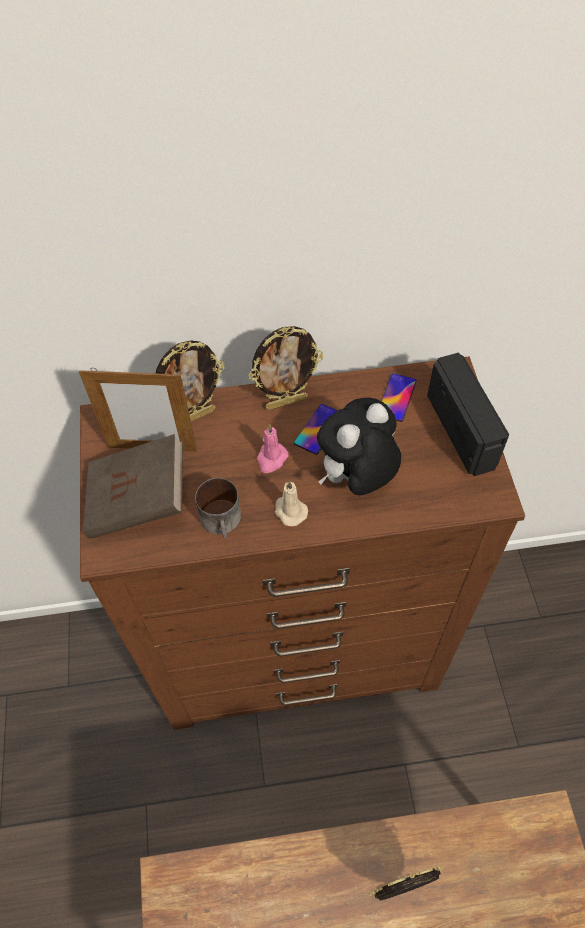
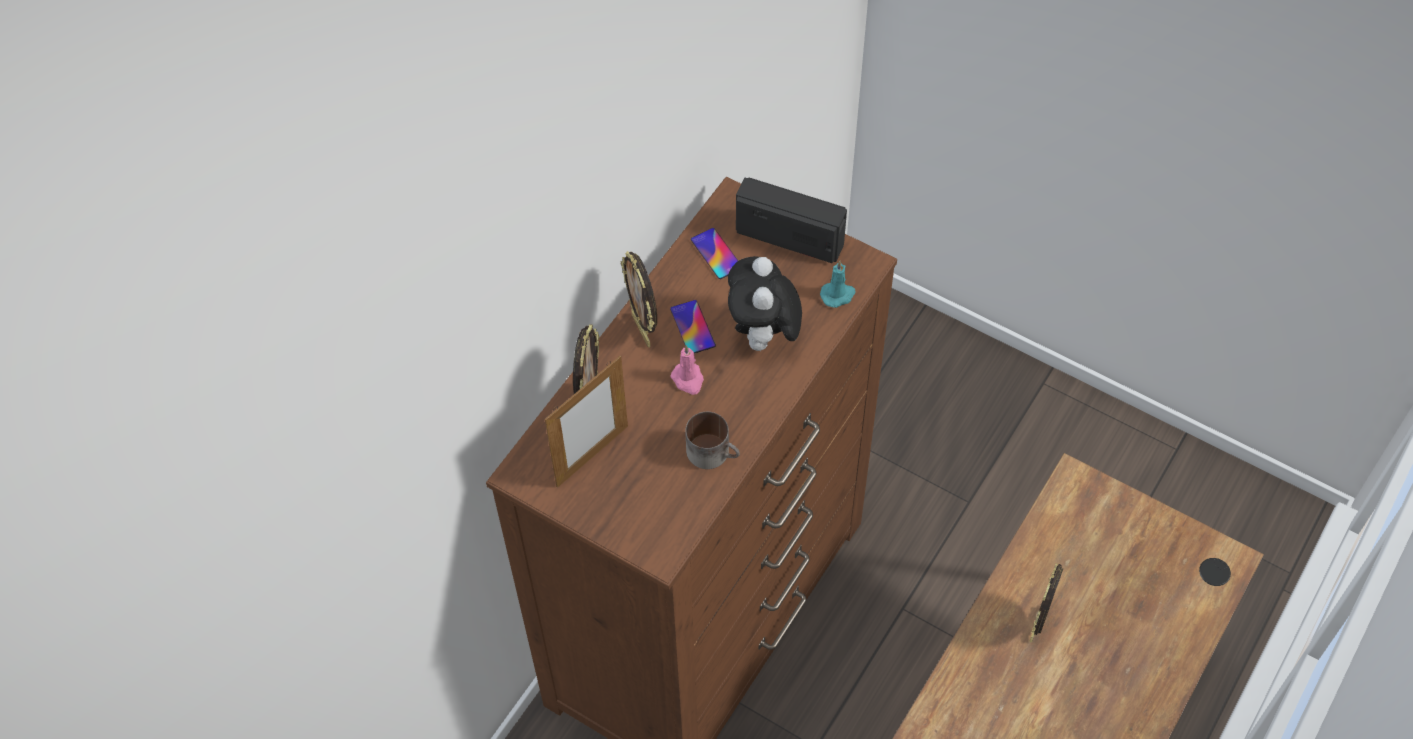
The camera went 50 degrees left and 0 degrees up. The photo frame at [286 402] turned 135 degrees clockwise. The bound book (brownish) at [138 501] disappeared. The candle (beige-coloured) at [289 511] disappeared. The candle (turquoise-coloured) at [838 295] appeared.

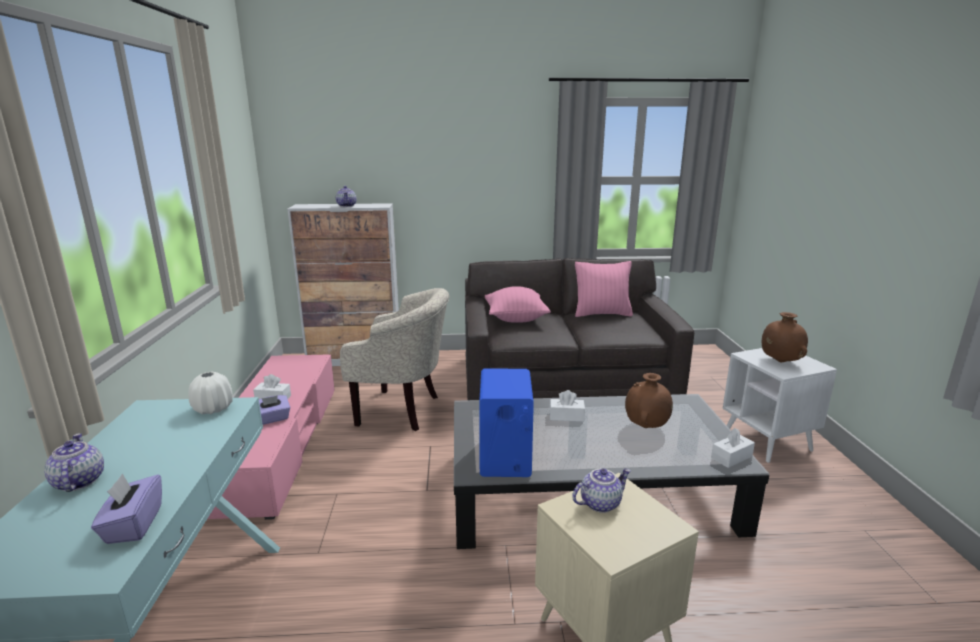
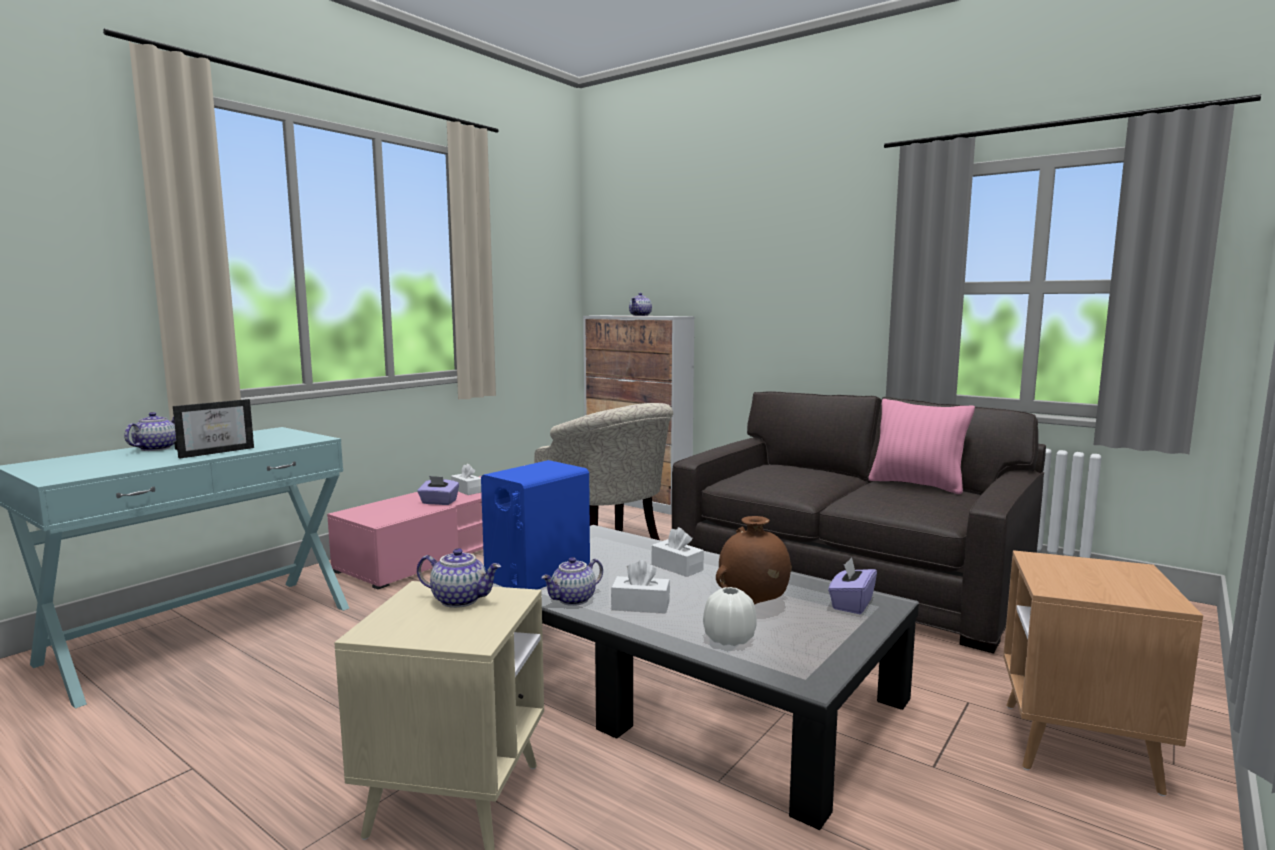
The camera went 40 degrees right and 10 degrees down. The throw pillow (pinkish) at [515 319] disappeared. The vase (brownish) at [779 362] disappeared. The end table (white-coloured) at [767 441] became the end table (brownish) at [1078 746]. The vase (white-coloured) moved from [213 408] to [729 639]. The tissue box (white-coloured) moved from [731 457] to [640 605]. The tissue box (purplish) moved from [133 525] to [851 604]. The photo frame at [216 451] appeared. The teapot at [573 600] appeared.

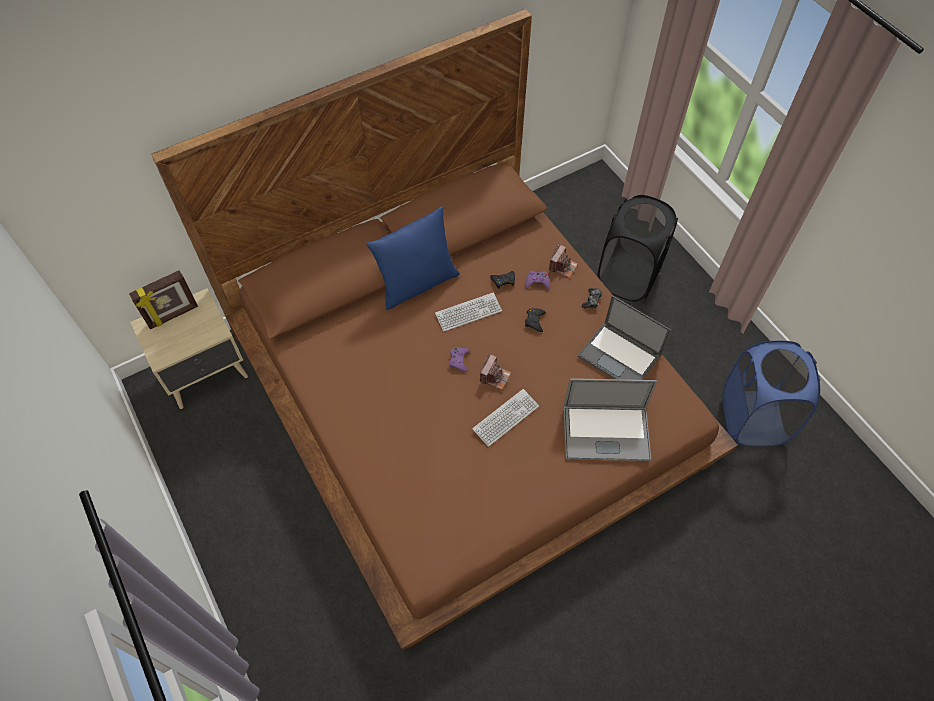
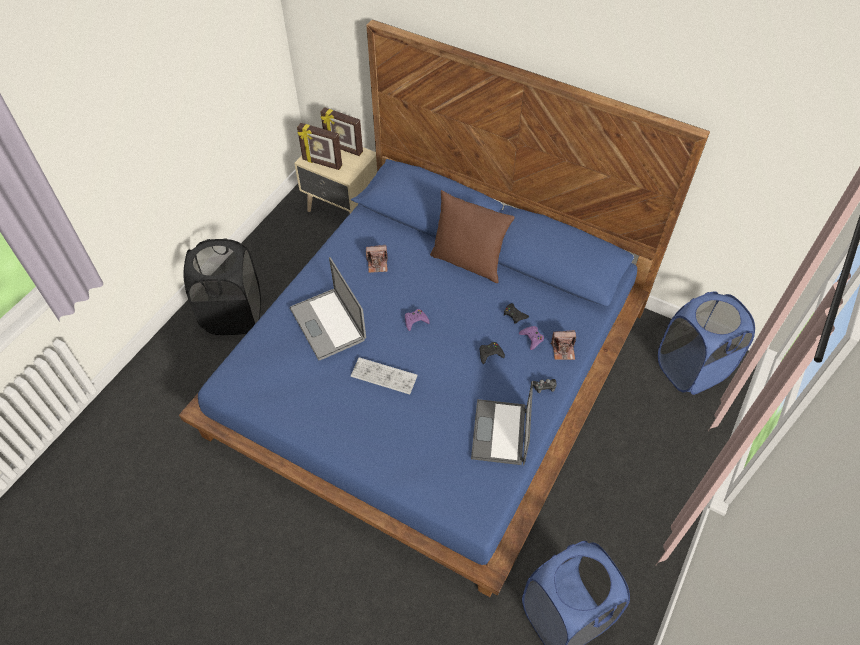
The camera went 60 degrees right and 5 degrees down. The bed (brownish) at [466 396] became the bed (blue) at [430 371]. The laundry basket (black-coloured) moved from [628 277] to [233 315]. The throw pillow (blue) at [417 284] became the throw pillow (brownish) at [468 262]. The PC keyboard at [468 312] disappeared. The photo camera moved from [495 376] to [377 264]. The laptop moved from [606 433] to [327 324]. The photo frame at [322 163] appeared. The laundry basket (blue) at [691 369] appeared.

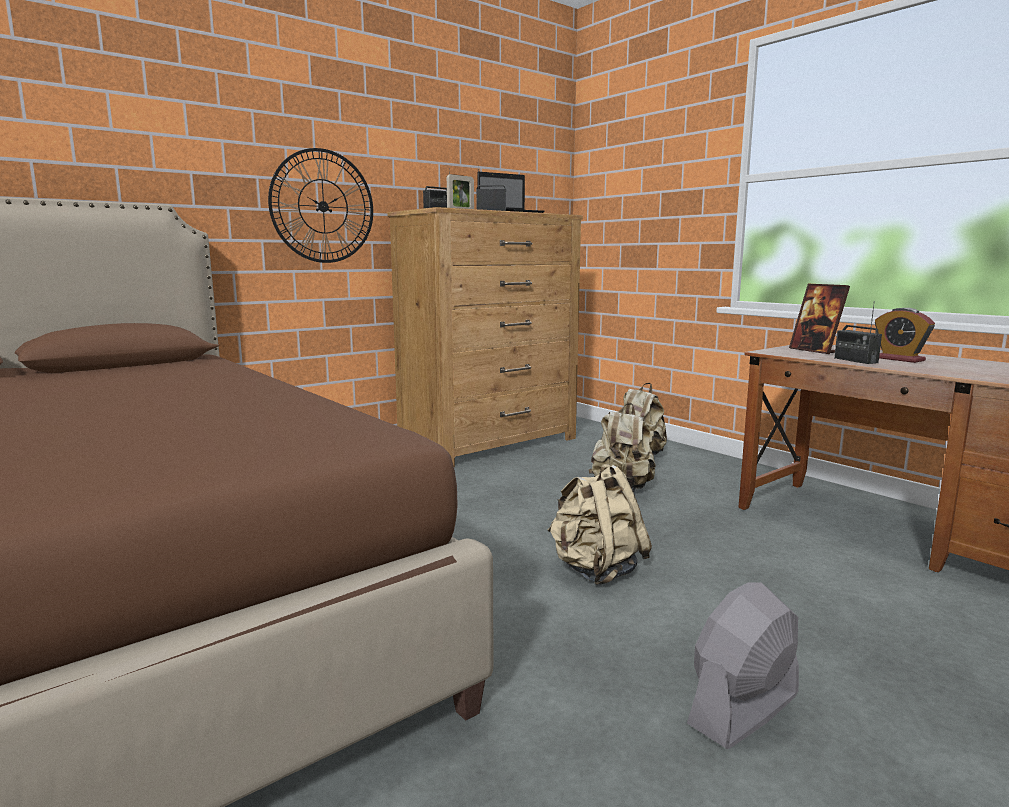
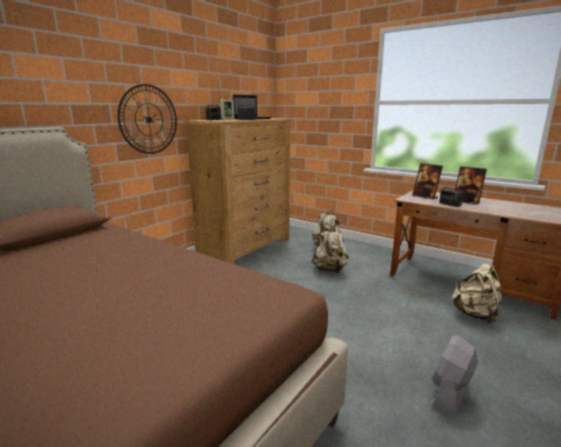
The camera went 15 degrees left and 5 degrees up. The alarm clock at [899 359] was replaced by the photo frame at [466 202]. The knapsack (beige-coloured) moved from [596 571] to [475 315].

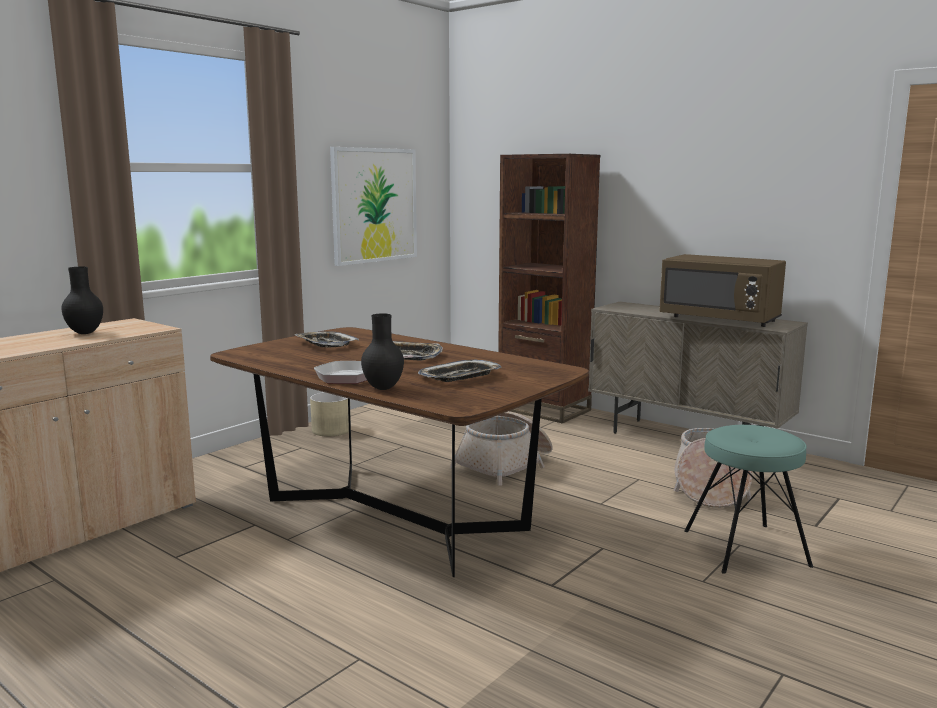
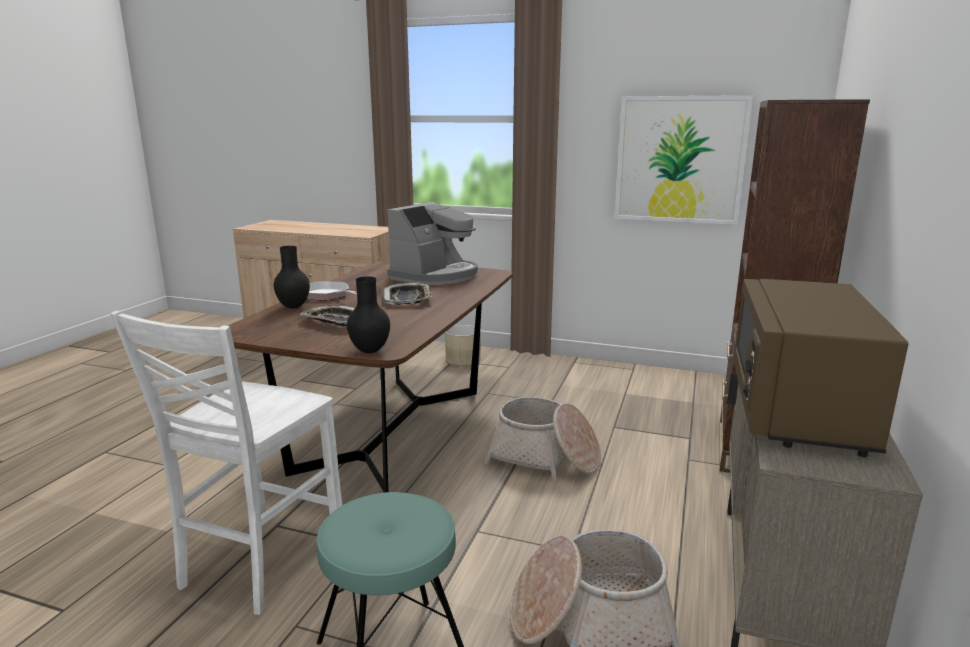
The camera went 70 degrees right and 5 degrees up. The vase (black-coloured) moved from [86 333] to [370 351]. The carrying tray at [326 344] was replaced by the coffee brewer at [435 276]. The plant pot (beige-coloured) moved from [330 430] to [463 360]. The plain chair (white-coloured) at [259 562] appeared.

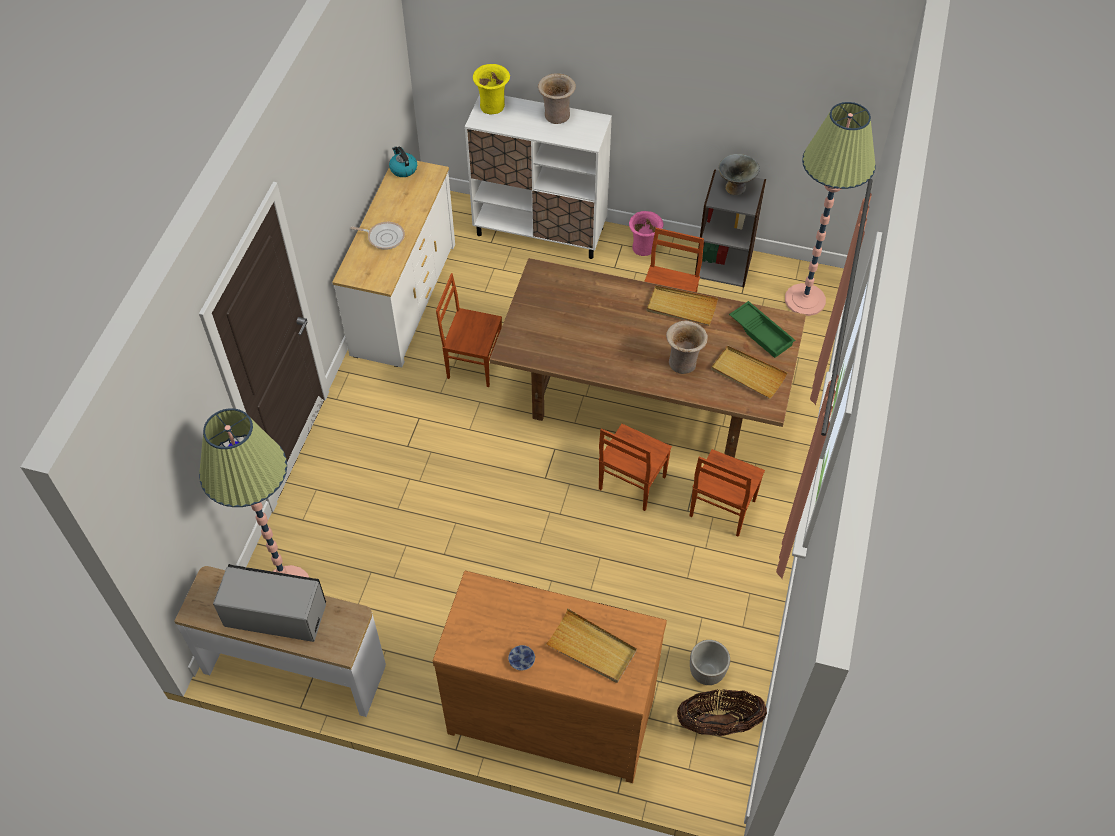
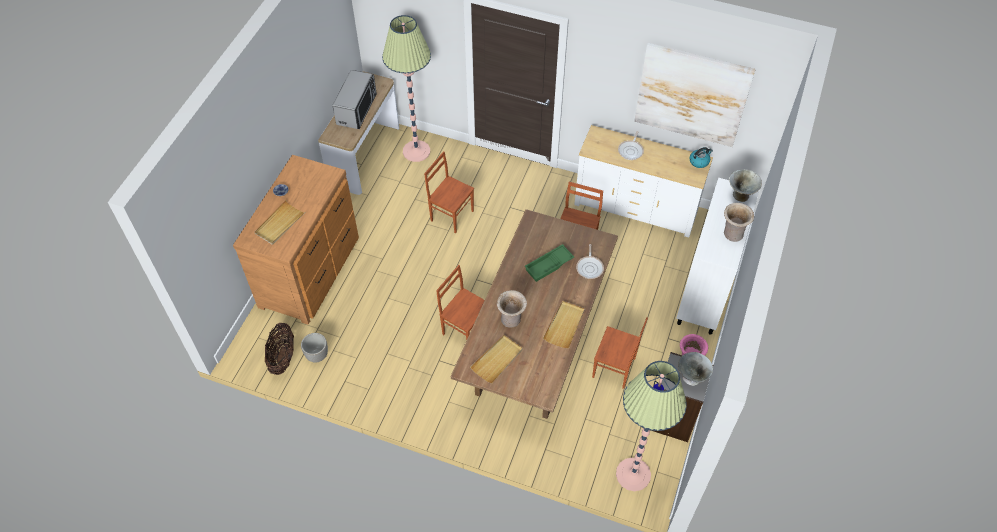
The camera went 95 degrees right and 0 degrees up. The vase (yellow-coloured) at [493 107] was replaced by the serving bowl (gray) at [741 195]. The carrying tray (green) moved from [762 332] to [549 266]. The plain chair (brownish) moved from [721 509] to [451 215]. The wall art at [692 95] appeared. The frying pan at [590 267] appeared.

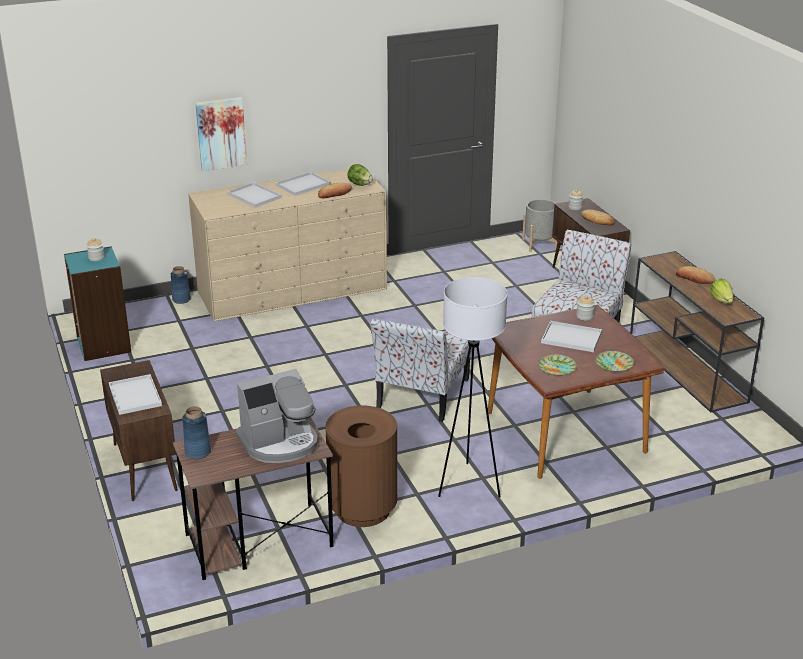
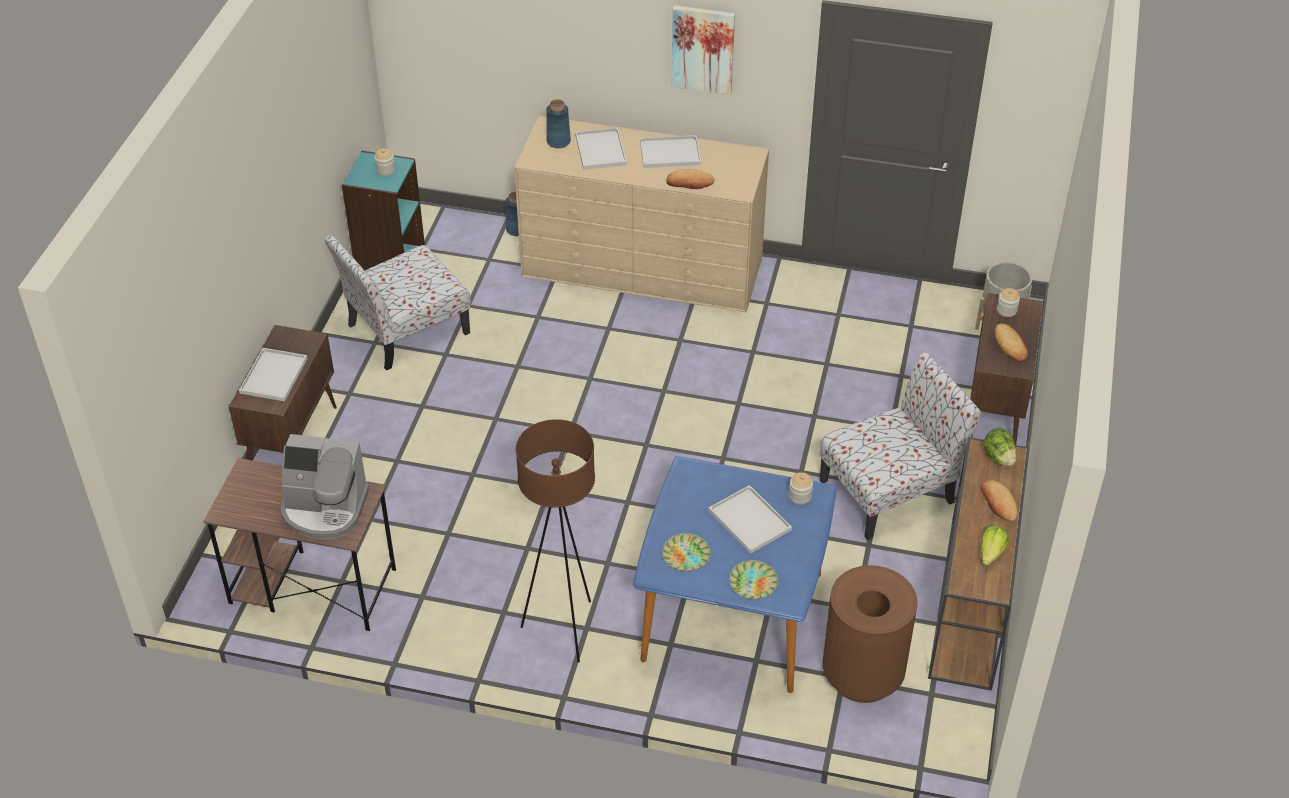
The camera went 35 degrees right and 15 degrees up. The wall art moved from [221 133] to [703 49]. The lettuce head moved from [360 184] to [998 457]. The floor lamp (white-coloured) at [468 484] became the floor lamp (brownish) at [564 629]. The dinner table (brownish) at [565 432] became the dinner table (blue) at [733 616]. The plain chair moved from [422 395] to [405 330]. The rubbish bin (brownish) moved from [363 509] to [862 676]. The vase (blue) moved from [198 452] to [558 141].

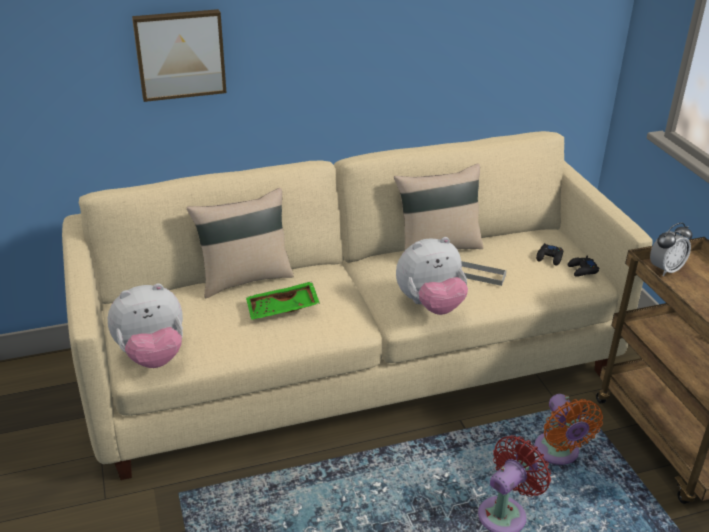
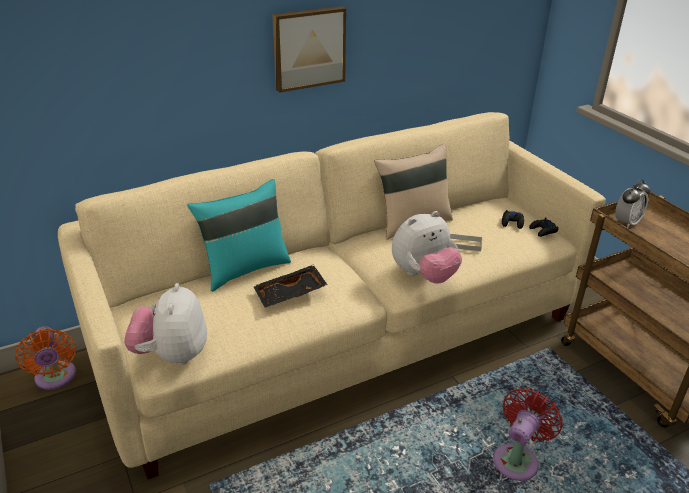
The camera went 10 degrees left and 0 degrees up. The wall art moved from [180 54] to [308 48]. The throw pillow (beige-coloured) at [244 278] became the throw pillow (turquoise-coloured) at [245 268]. The carrying tray (green) at [282 309] became the carrying tray (black-coloured) at [290 294]. The soft toy at [152 356] turned 120 degrees clockwise. The fan (orange-coloured) moved from [558 453] to [56 378].

